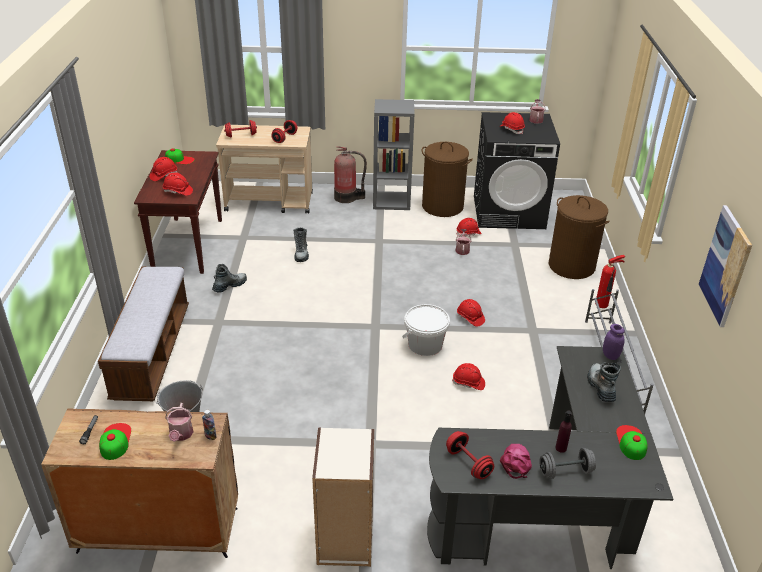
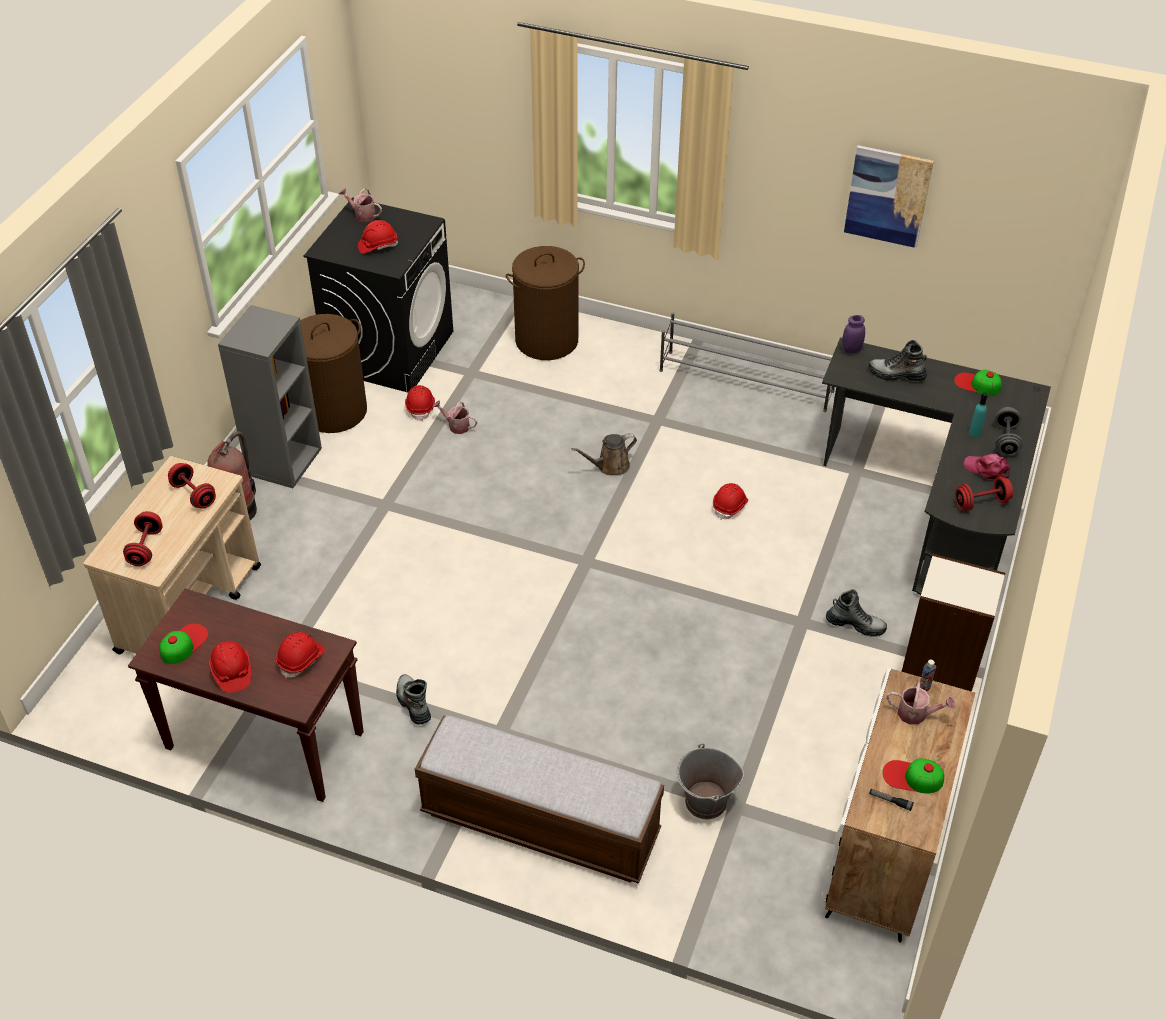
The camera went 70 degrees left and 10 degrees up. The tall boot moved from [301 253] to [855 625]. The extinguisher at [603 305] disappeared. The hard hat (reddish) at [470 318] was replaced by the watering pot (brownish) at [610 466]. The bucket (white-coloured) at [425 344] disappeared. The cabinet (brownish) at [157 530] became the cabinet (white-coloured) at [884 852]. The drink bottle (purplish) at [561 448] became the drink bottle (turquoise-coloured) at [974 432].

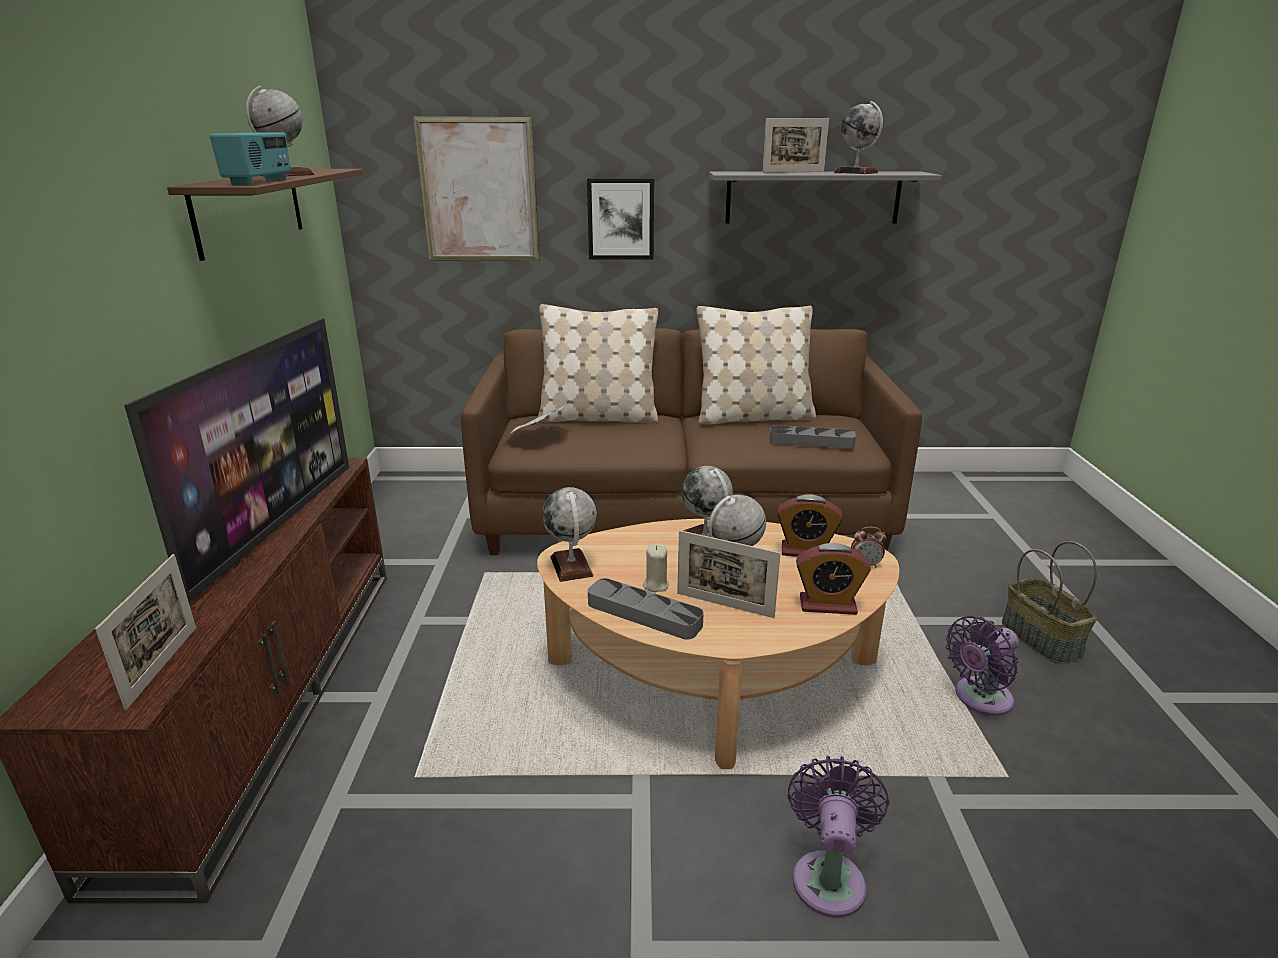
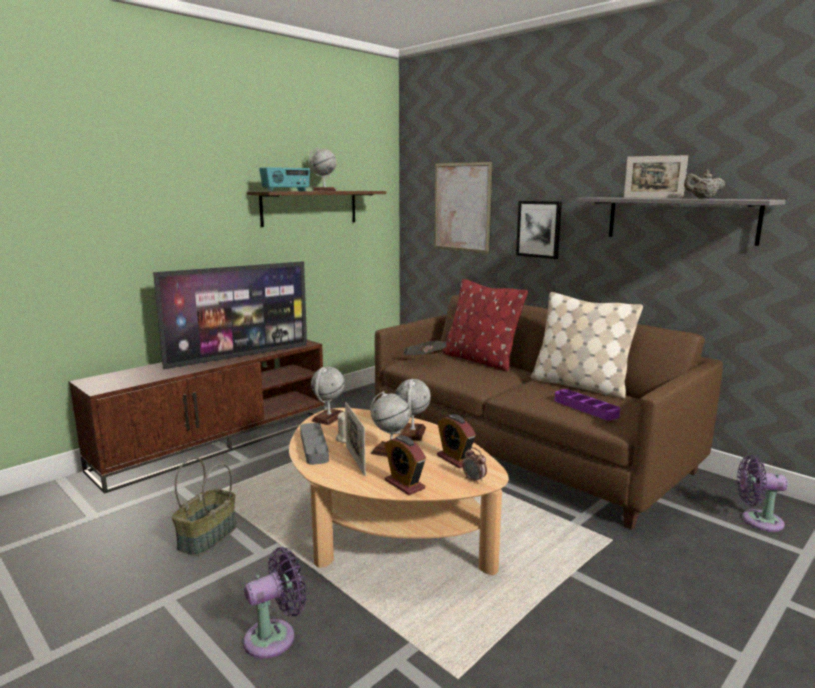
The camera went 45 degrees right and 10 degrees down. The globe at [856 172] was replaced by the teapot (beige-coloured) at [702 198]. The throw pillow (beige-coloured) at [598 417] became the throw pillow (reddish) at [480 360]. The carrying tray (gray) at [811 441] became the carrying tray (purplish) at [585 408]. The basket moved from [1042 639] to [208 538]. The photo frame at [163 666] disappeared. The fan (purplish) moved from [979 699] to [757 520].

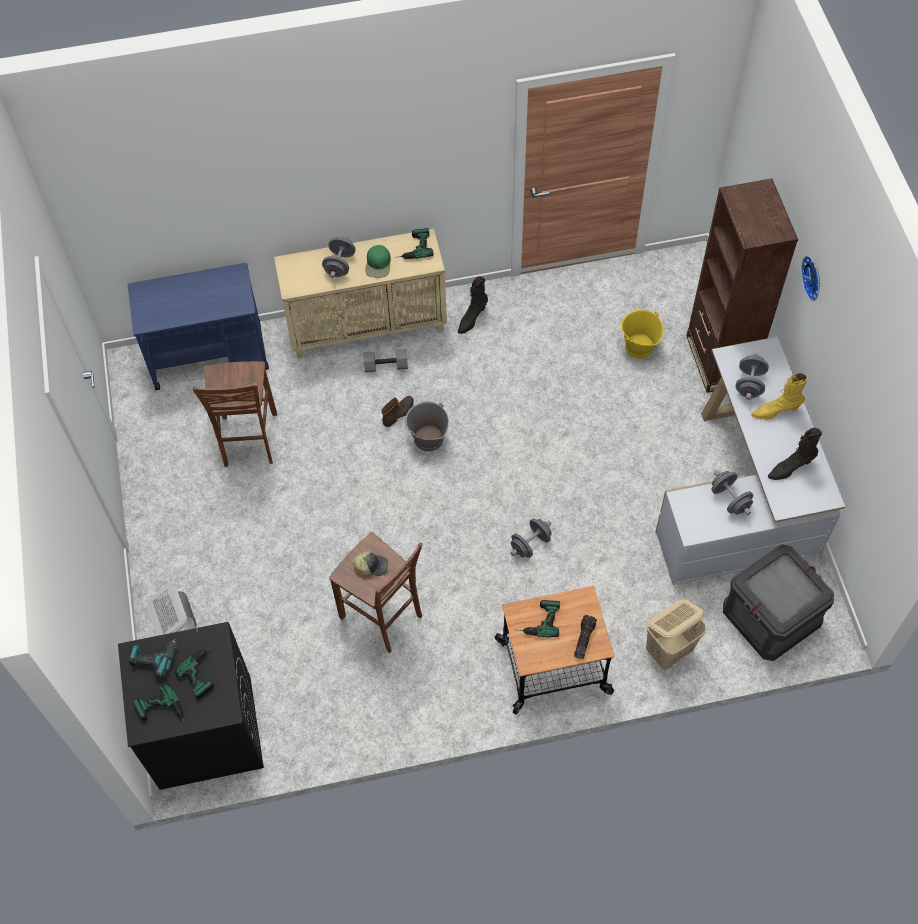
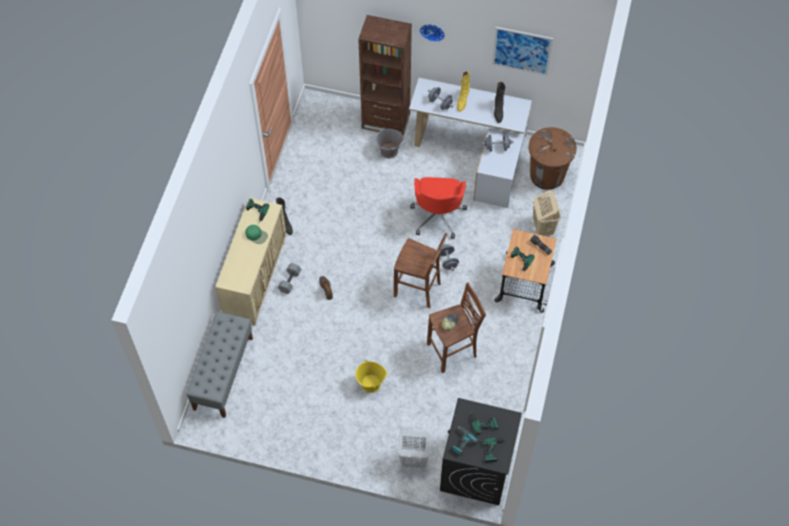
The camera went 65 degrees left and 0 degrees up. The hand weight (gray) at [340 265] disappeared. The trolley (blue) at [210 356] was replaced by the long seat (gray) at [223 373]. The bucket (yellow-coloured) moved from [638 347] to [370 384]. The stool (brownish) moved from [248 441] to [418 290]. The bucket (gray) moved from [428 439] to [389 151]. The crate at [770 616] was replaced by the rubbish bin (brownish) at [547 175]. The wall art at [522 51] appeared. The desk chair (reddish) at [438 216] appeared.

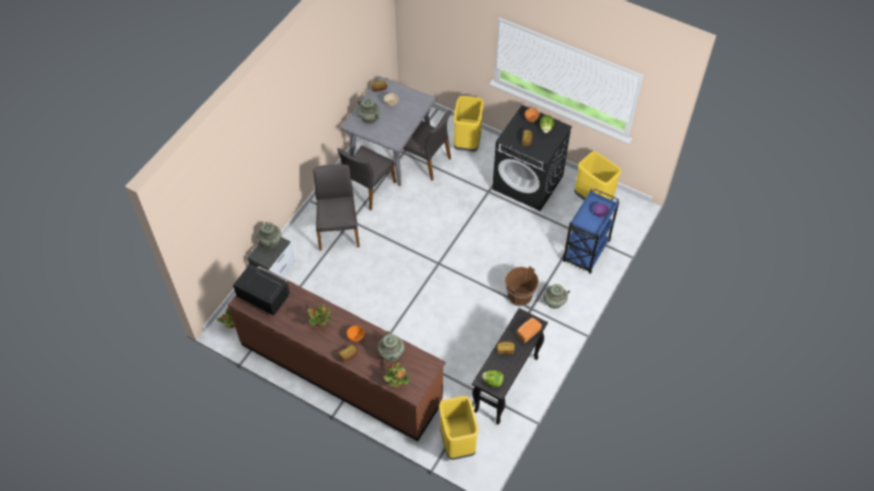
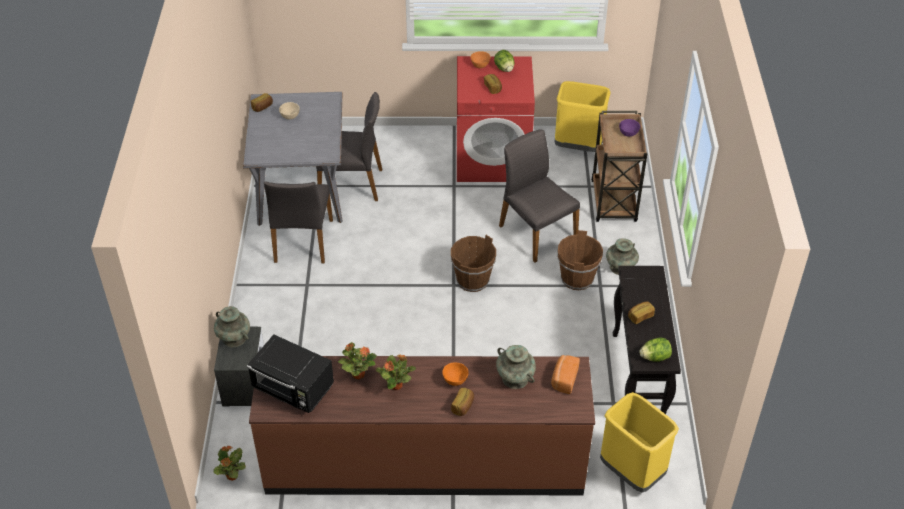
The camera went 30 degrees left and 10 degrees down. The rubbish bin (yellow-coloured) at [467 142] disappeared. The vase (turquoise-coloured) at [369 118] disappeared. The washing machine (black-coloured) at [528 182] became the washing machine (reddish) at [493 159]. The plain chair (gray) moved from [338 229] to [536 232]. The trolley (blue) at [586 252] became the trolley (brownish) at [614 202]. The microwave oven (black-coloured) at [263 297] turned 150 degrees counterclockwise. The bakery bread moved from [527 332] to [564 379]. The potted plant moved from [397 383] to [358 374]. The bucket (brownish) at [473 280] appeared.

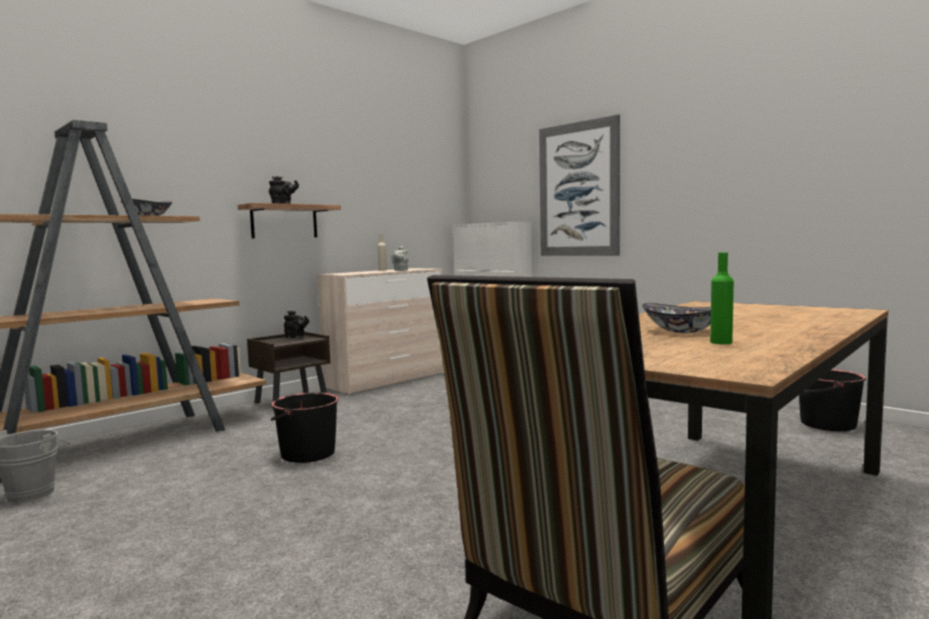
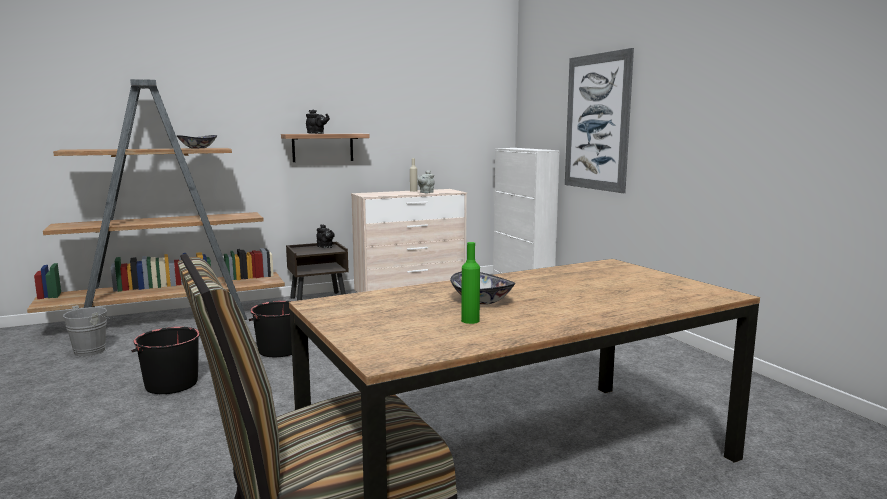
The camera went 20 degrees right and 5 degrees up. The bucket (black-coloured) moved from [827 424] to [171 384].

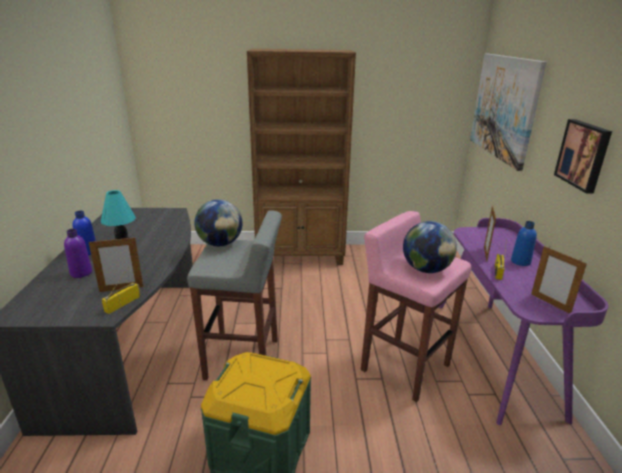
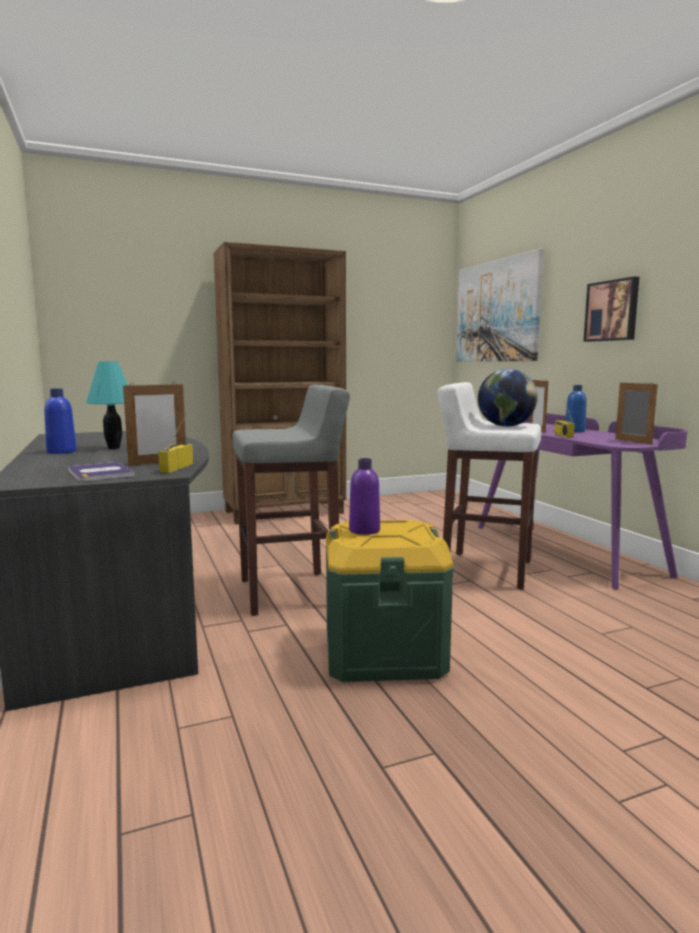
The camera went 20 degrees left and 15 degrees down. The globe at [220 244] disappeared. The stool (pinkish) at [404 367] became the stool (white-coloured) at [485 569]. The drink bottle (purplish) moved from [81 273] to [364 530]. The photo frame at [550 303] turned 150 degrees counterclockwise. The bound book at [100 473] appeared.

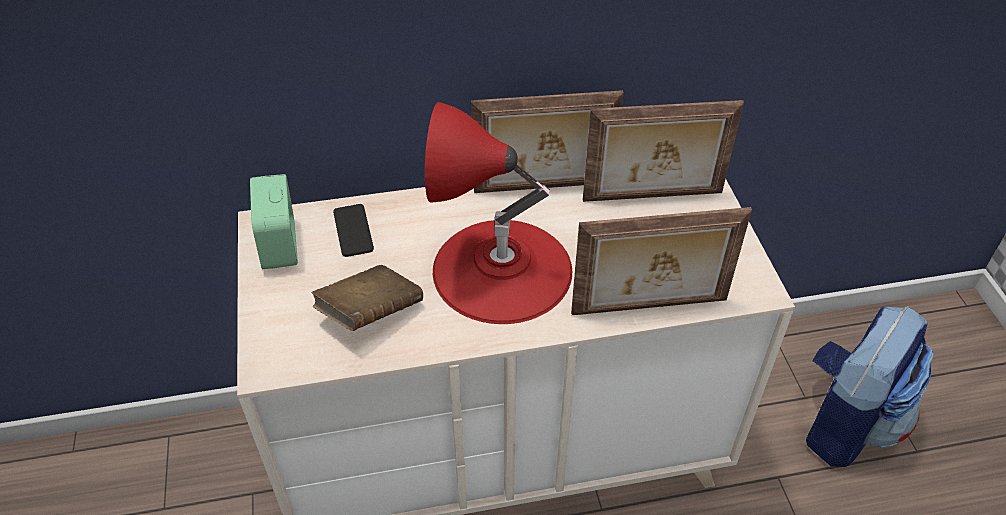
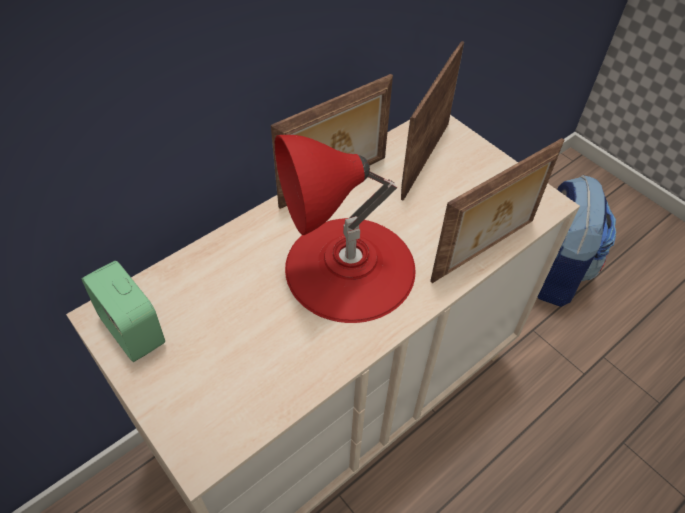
The camera went 30 degrees left and 5 degrees up. The photo frame at [653 198] turned 150 degrees clockwise. The telephone at [353 231] disappeared. The bound book (brownish) at [370 313] disappeared.

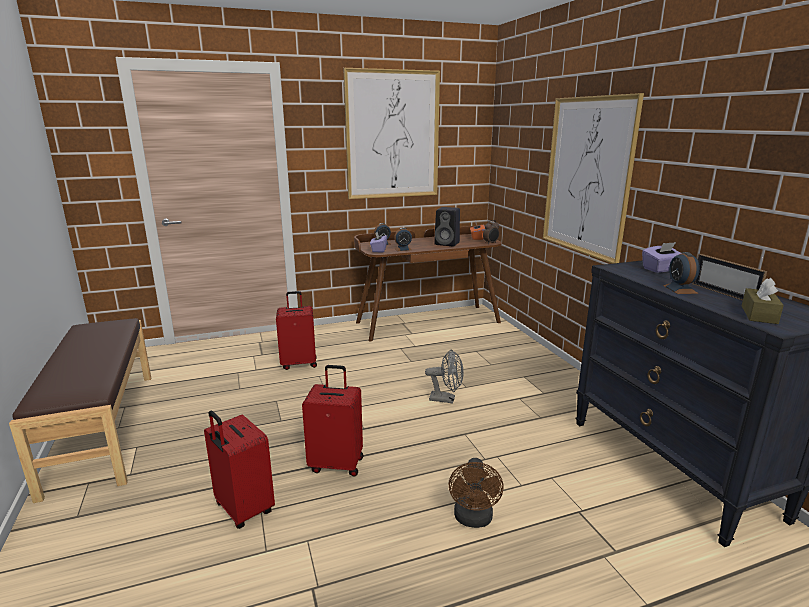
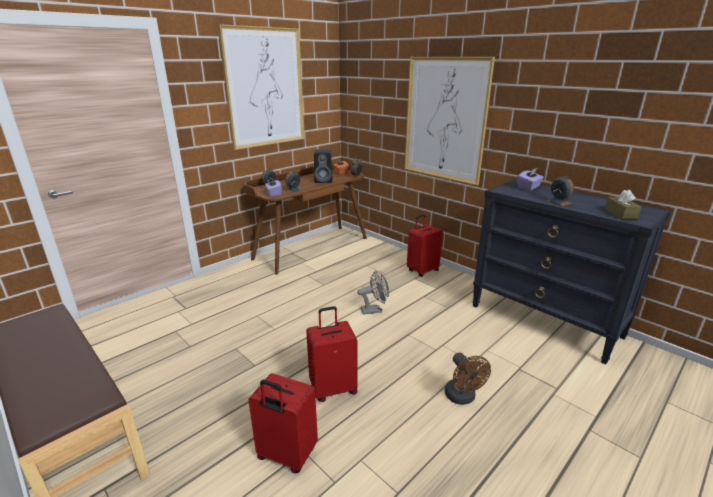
The camera went 25 degrees left and 5 degrees up. The photo frame at [723 293] disappeared. The piece of luggage (reddish) moved from [299 363] to [422 270].

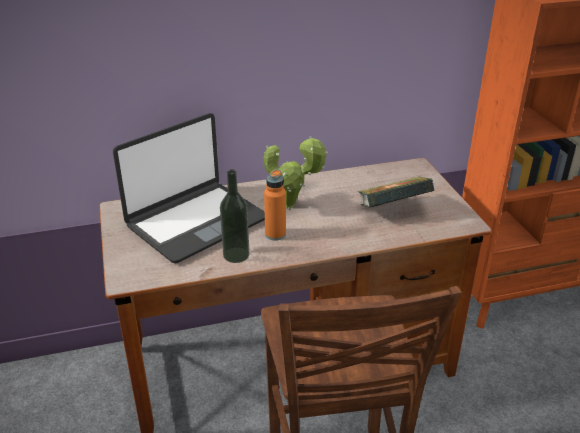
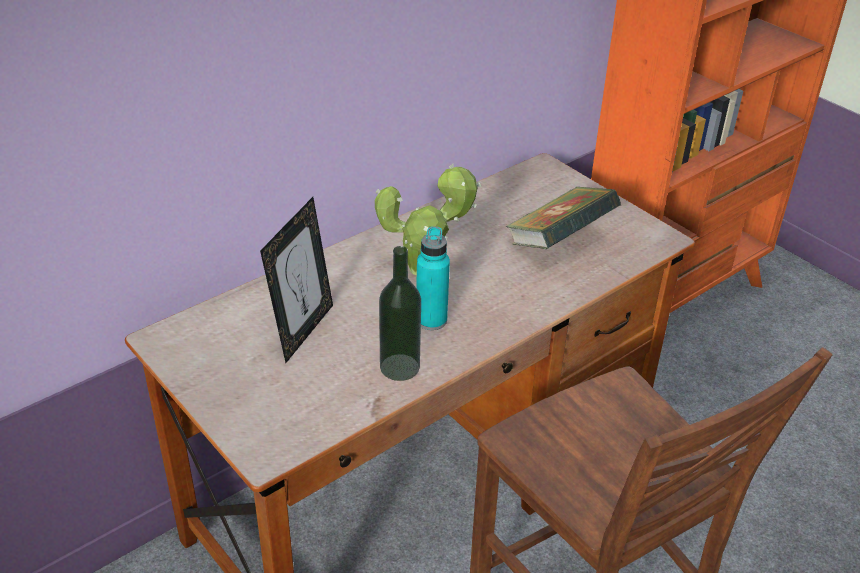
The camera went 25 degrees left and 5 degrees up. The laptop at [196 222] was replaced by the photo frame at [303 331]. The drink bottle (orange-coloured) at [275 234] became the drink bottle (turquoise-coloured) at [431 320].

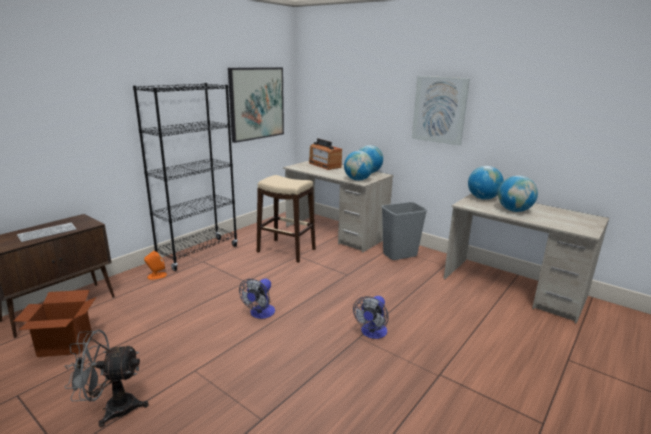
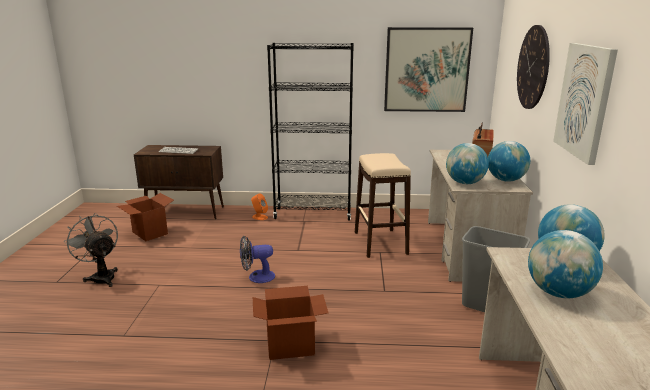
The camera went 55 degrees right and 0 degrees up. The fan at [372 333] was replaced by the carton at [290 346]. The wall clock at [533 67] appeared.

